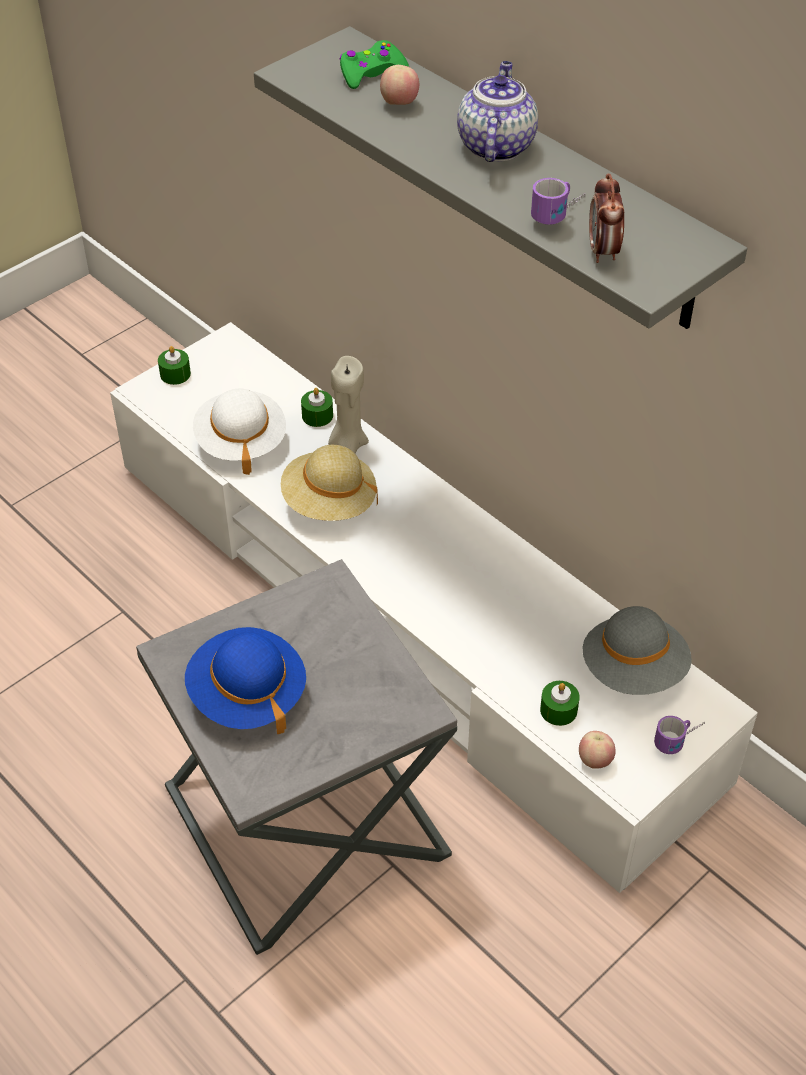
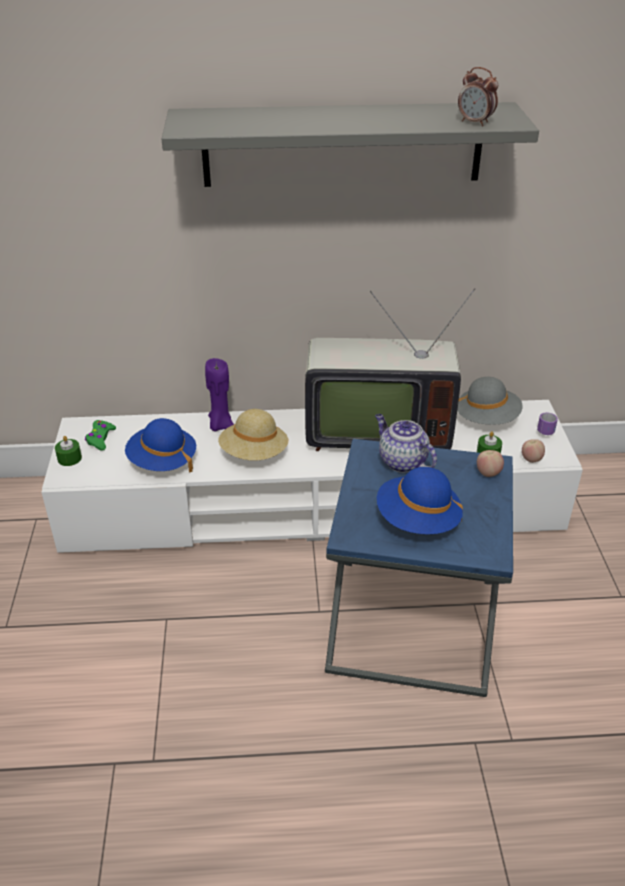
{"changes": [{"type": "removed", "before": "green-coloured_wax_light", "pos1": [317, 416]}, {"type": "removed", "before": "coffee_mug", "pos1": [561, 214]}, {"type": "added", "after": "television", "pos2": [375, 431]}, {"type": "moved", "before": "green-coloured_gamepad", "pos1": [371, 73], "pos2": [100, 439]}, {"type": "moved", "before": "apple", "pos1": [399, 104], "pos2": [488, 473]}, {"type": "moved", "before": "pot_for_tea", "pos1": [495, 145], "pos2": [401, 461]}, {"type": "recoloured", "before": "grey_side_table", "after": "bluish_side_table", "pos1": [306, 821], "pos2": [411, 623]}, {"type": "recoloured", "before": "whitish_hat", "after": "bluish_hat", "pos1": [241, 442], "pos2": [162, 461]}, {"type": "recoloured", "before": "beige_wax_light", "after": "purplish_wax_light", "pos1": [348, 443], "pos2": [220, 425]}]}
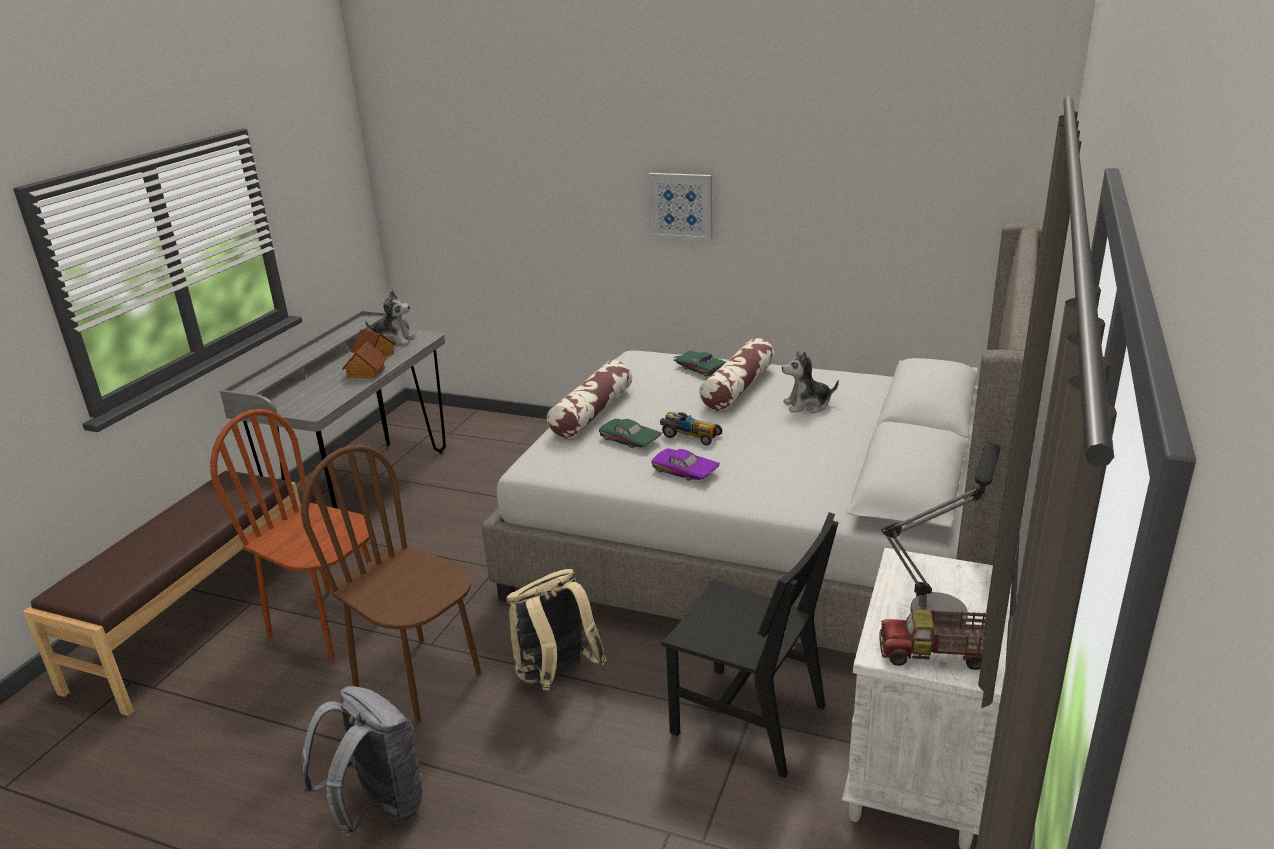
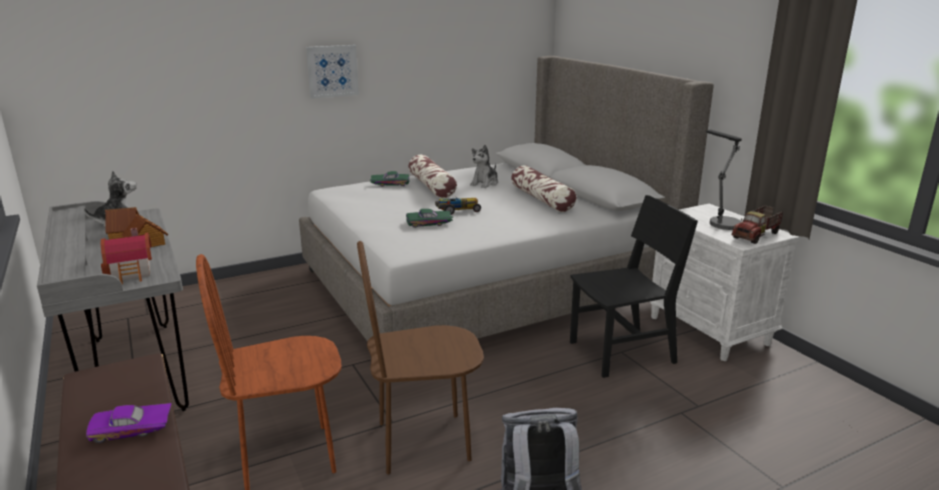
{"changes": [{"type": "removed", "before": "beige_rucksack", "pos1": [556, 677]}, {"type": "added", "after": "miniature_house", "pos2": [133, 273]}, {"type": "moved", "before": "throw_pillow", "pos1": [592, 413], "pos2": [542, 199]}, {"type": "moved", "before": "purplish_toy_car", "pos1": [684, 472], "pos2": [131, 430]}]}
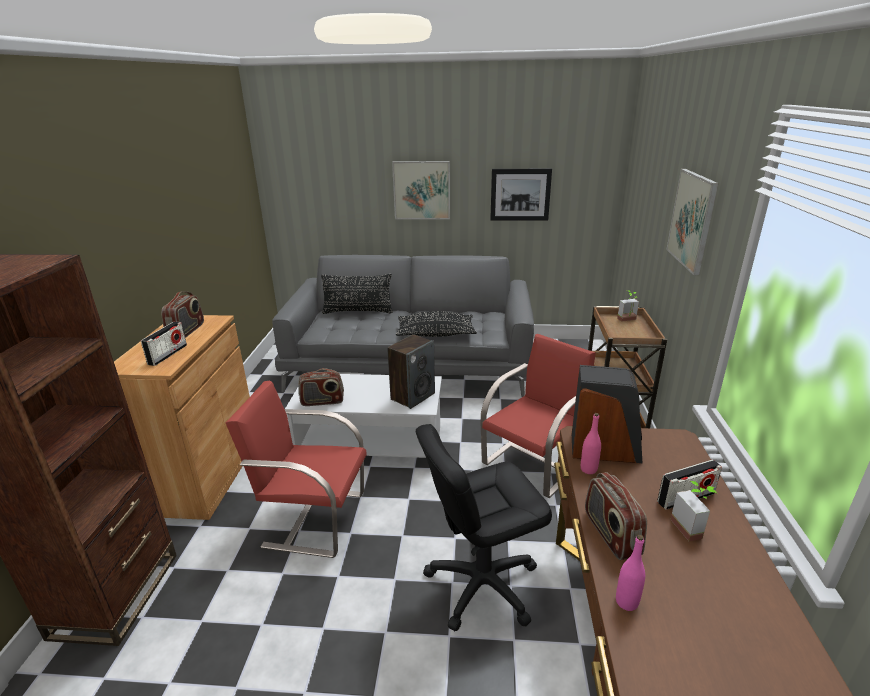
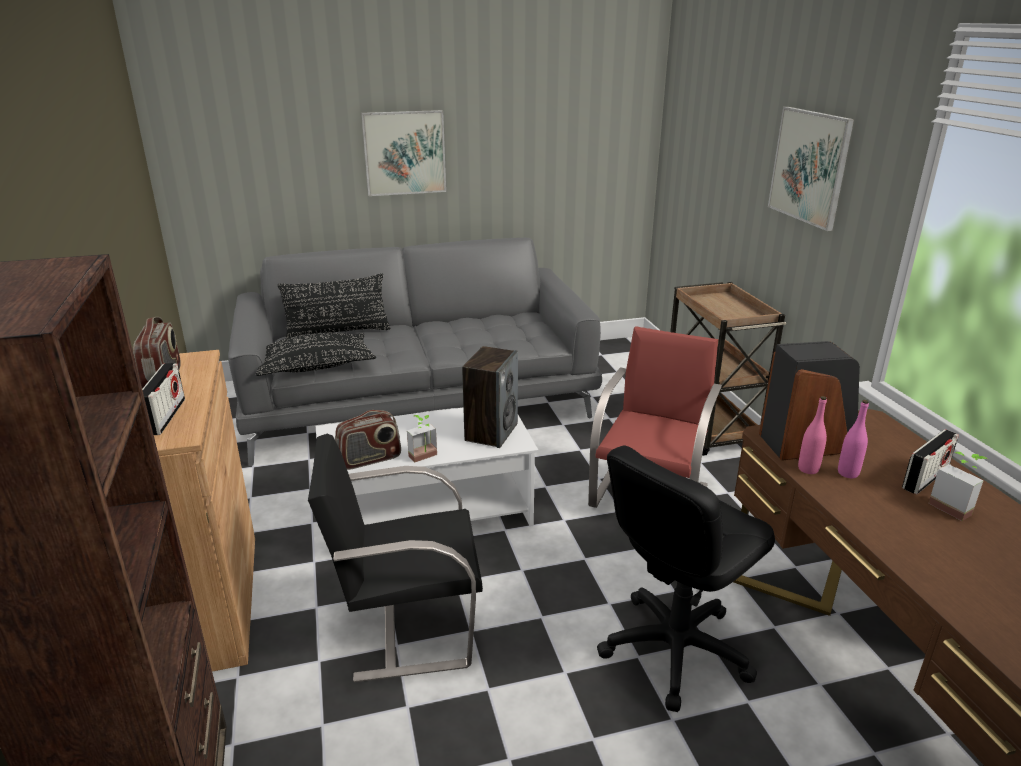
{"changes": [{"type": "removed", "before": "wall_picture", "pos1": [520, 194]}, {"type": "removed", "before": "radio", "pos1": [610, 534]}, {"type": "moved", "before": "black_throw_pillow", "pos1": [436, 334], "pos2": [315, 367]}, {"type": "moved", "before": "pinkish_drink_bottle", "pos1": [626, 602], "pos2": [848, 473]}, {"type": "moved", "before": "plant_in_a_pot", "pos1": [628, 320], "pos2": [425, 458]}, {"type": "recoloured", "before": "red_chair", "after": "black_chair", "pos1": [313, 518], "pos2": [407, 625]}]}
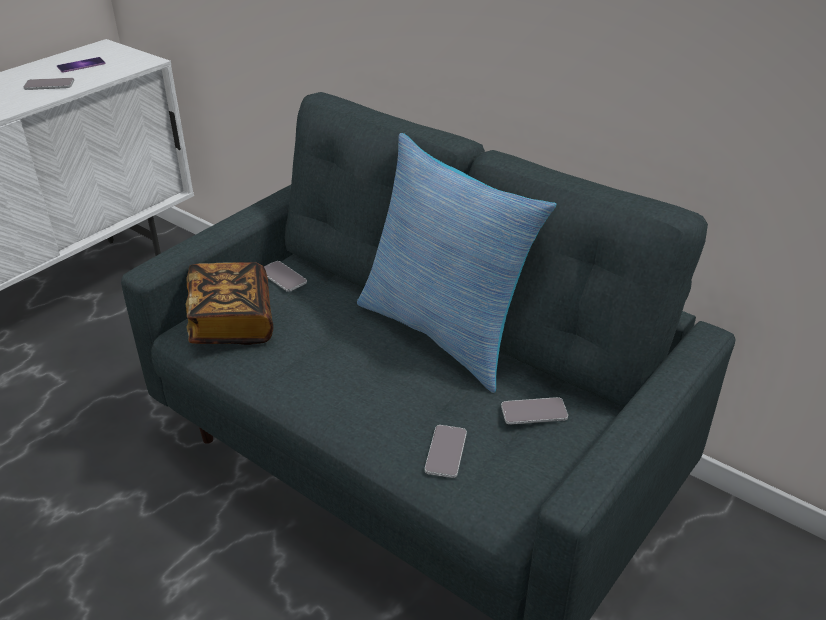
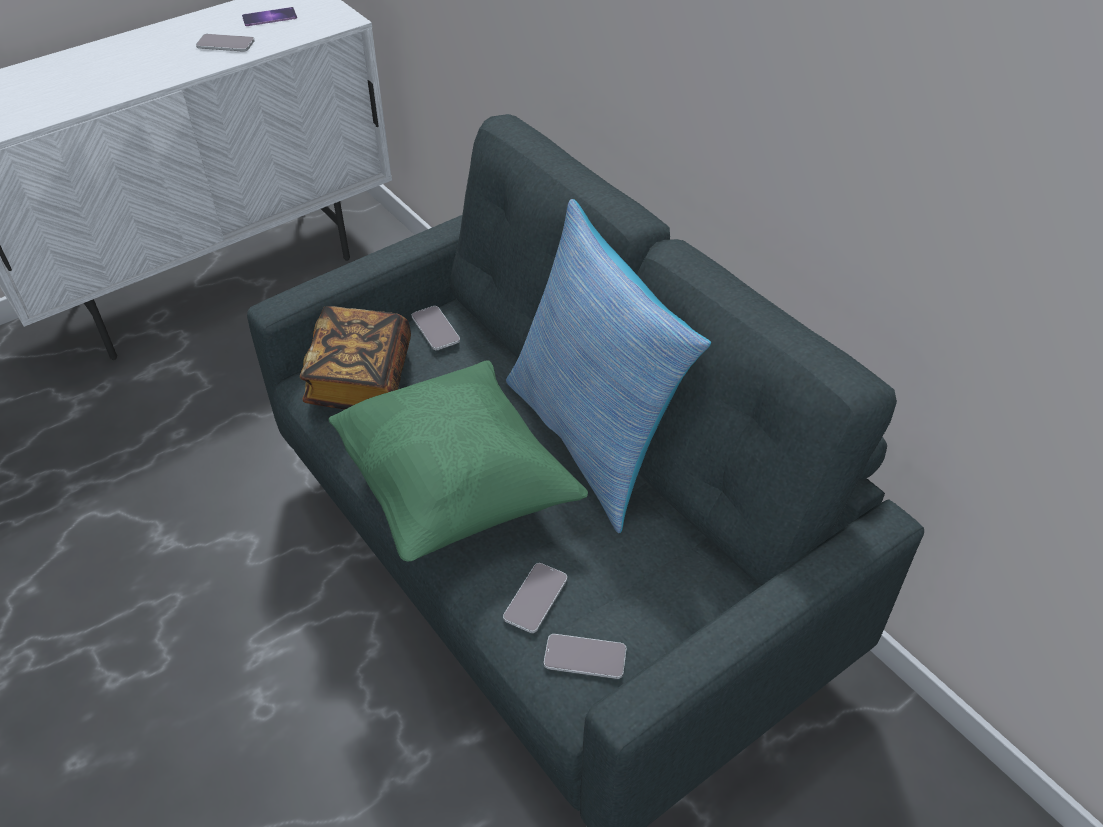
{"changes": [{"type": "added", "after": "green-coloured_throw_pillow", "pos2": [455, 491]}, {"type": "moved", "before": "phone", "pos1": [534, 412], "pos2": [585, 657]}]}
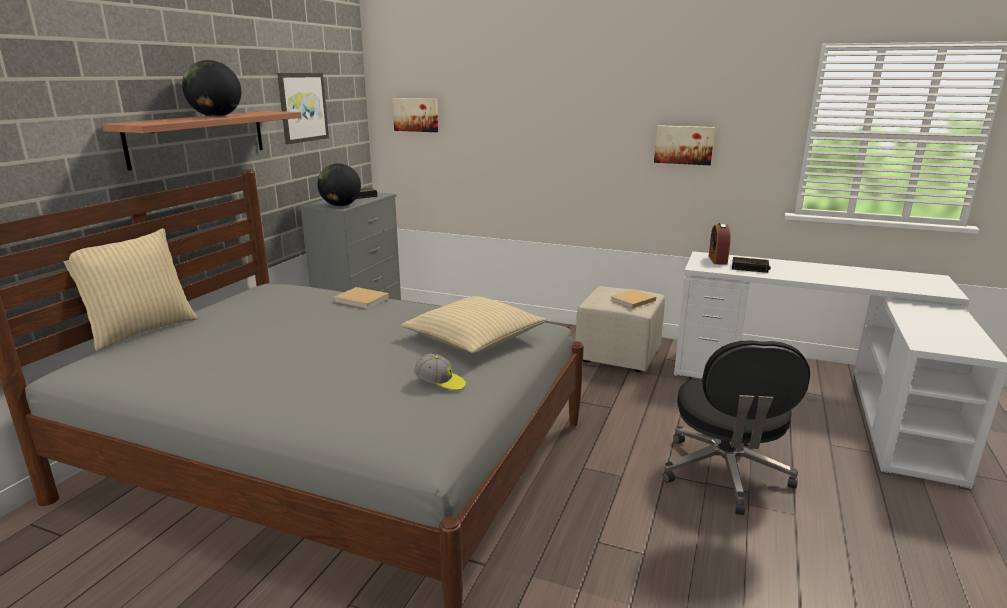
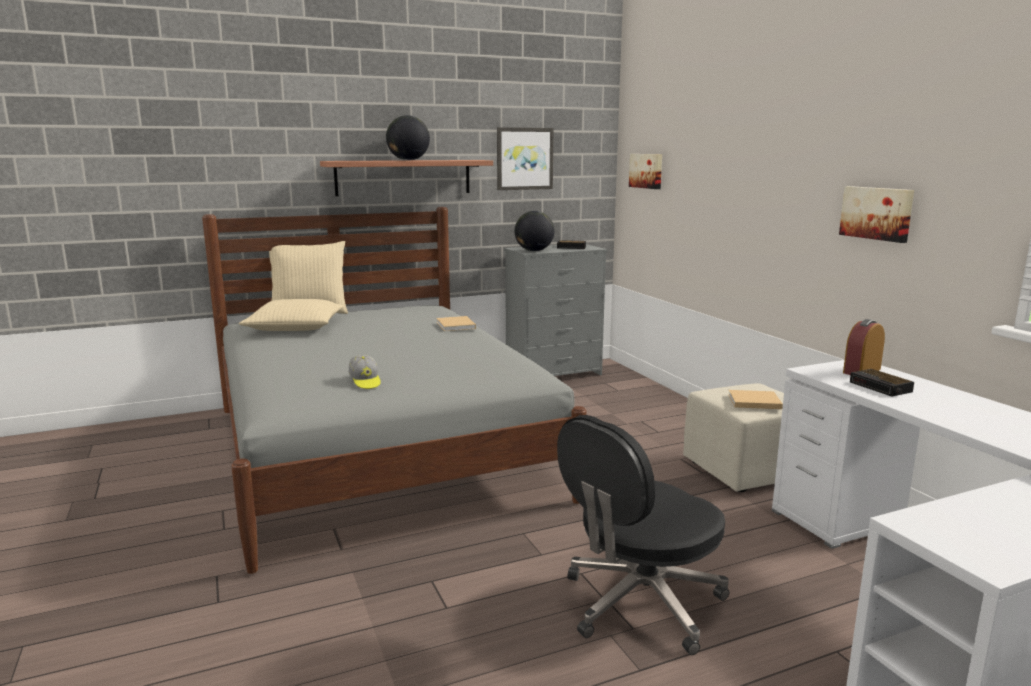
{"changes": [{"type": "moved", "before": "beige_throw_pillow", "pos1": [474, 338], "pos2": [295, 327]}]}
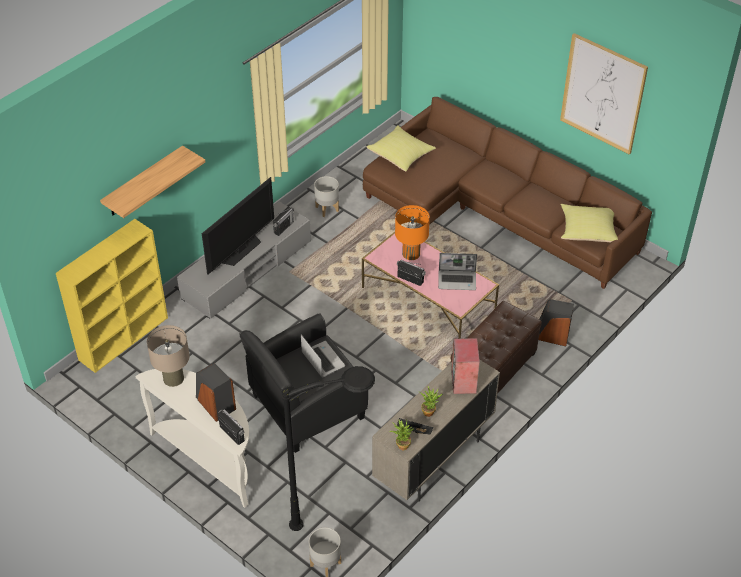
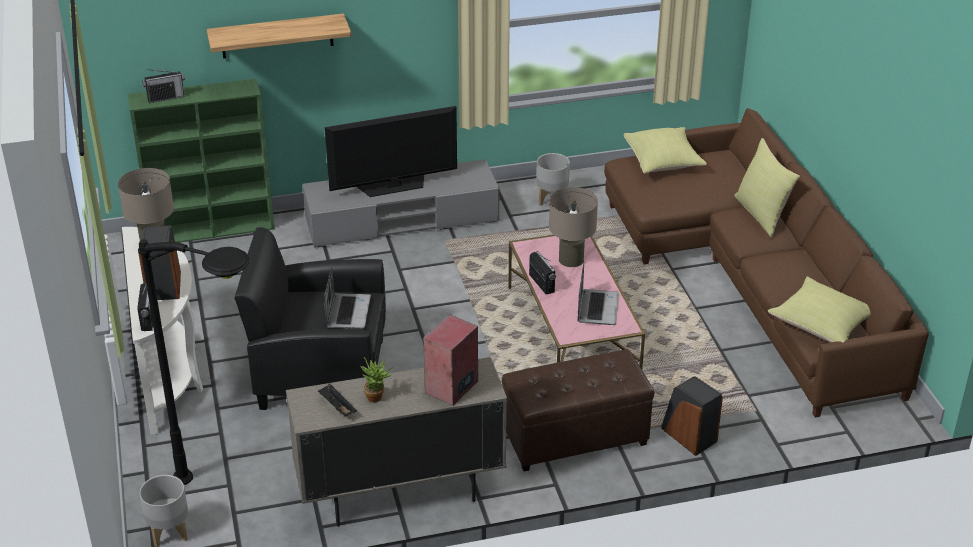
{"changes": [{"type": "removed", "before": "plant_in_a_pot", "pos1": [401, 444]}, {"type": "removed", "before": "wall_picture", "pos1": [603, 94]}, {"type": "added", "after": "yellow-coloured_throw_pillow", "pos2": [762, 214]}, {"type": "moved", "before": "radio", "pos1": [283, 227], "pos2": [166, 98]}, {"type": "recoloured", "before": "yellow-coloured_shelving_unit", "after": "green-coloured_shelving_unit", "pos1": [124, 338], "pos2": [213, 228]}, {"type": "recoloured", "before": "orange_table_lamp", "after": "beige_table_lamp", "pos1": [411, 254], "pos2": [571, 260]}, {"type": "turned", "before": "portable_computer", "pos1": [457, 280], "pos2": [597, 308], "turn": -120}]}
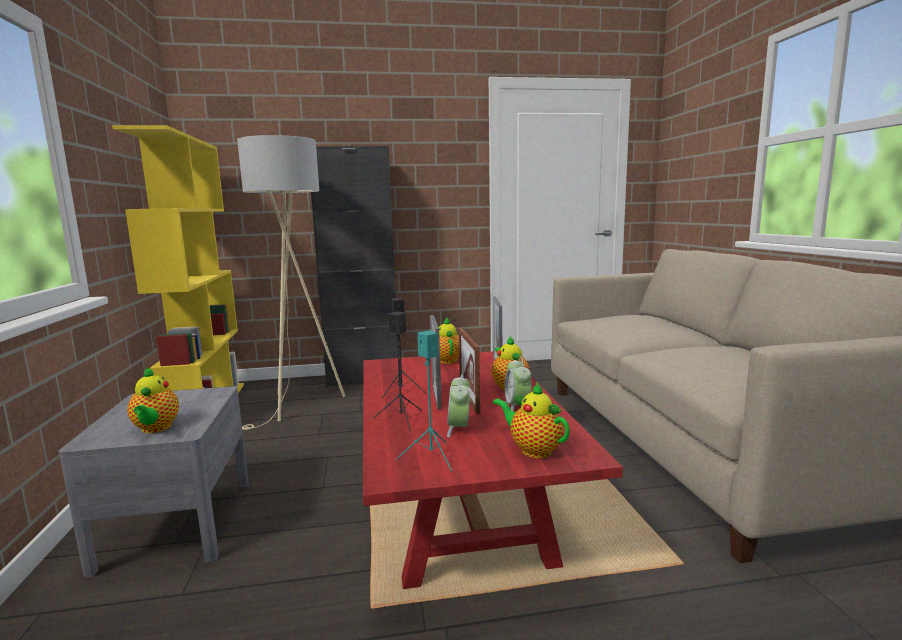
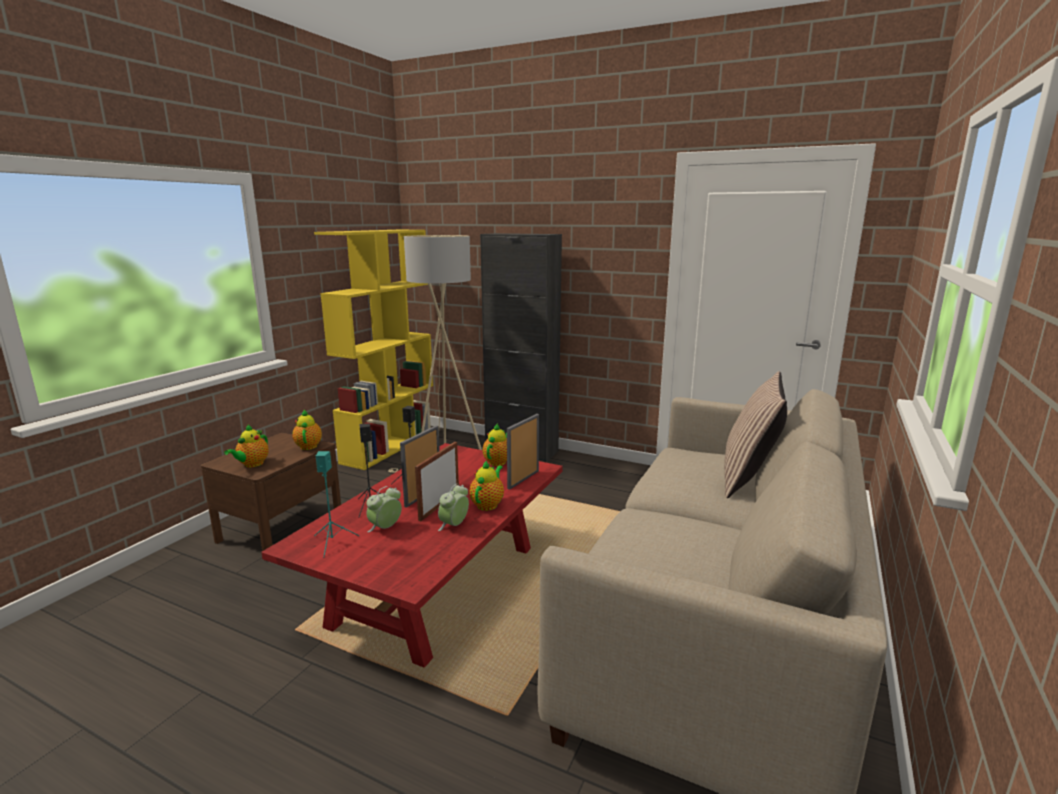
{"changes": [{"type": "added", "after": "throw_pillow", "pos2": [748, 478]}, {"type": "moved", "before": "pot_for_tea", "pos1": [533, 449], "pos2": [309, 446]}, {"type": "recoloured", "before": "grey_nightstand", "after": "brown_nightstand", "pos1": [177, 523], "pos2": [281, 528]}]}
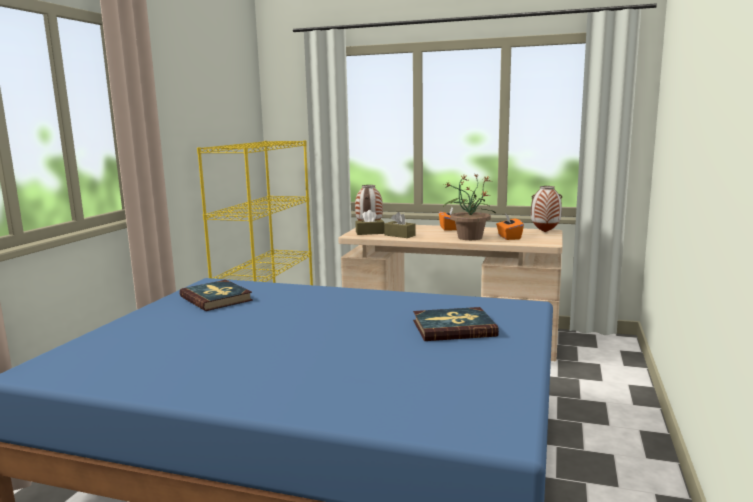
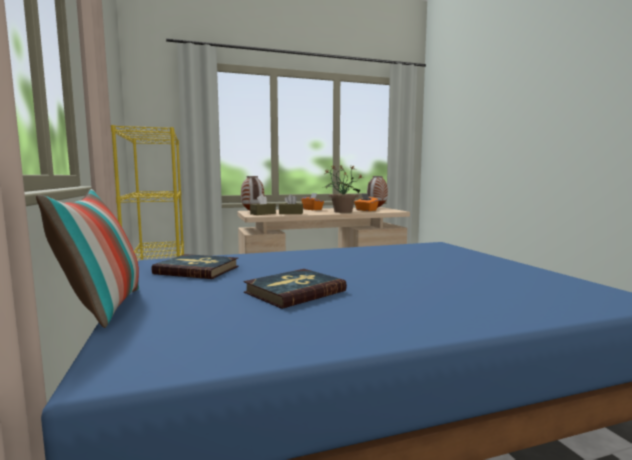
{"changes": [{"type": "added", "after": "throw_pillow", "pos2": [102, 308]}, {"type": "moved", "before": "book", "pos1": [453, 328], "pos2": [294, 292]}]}
